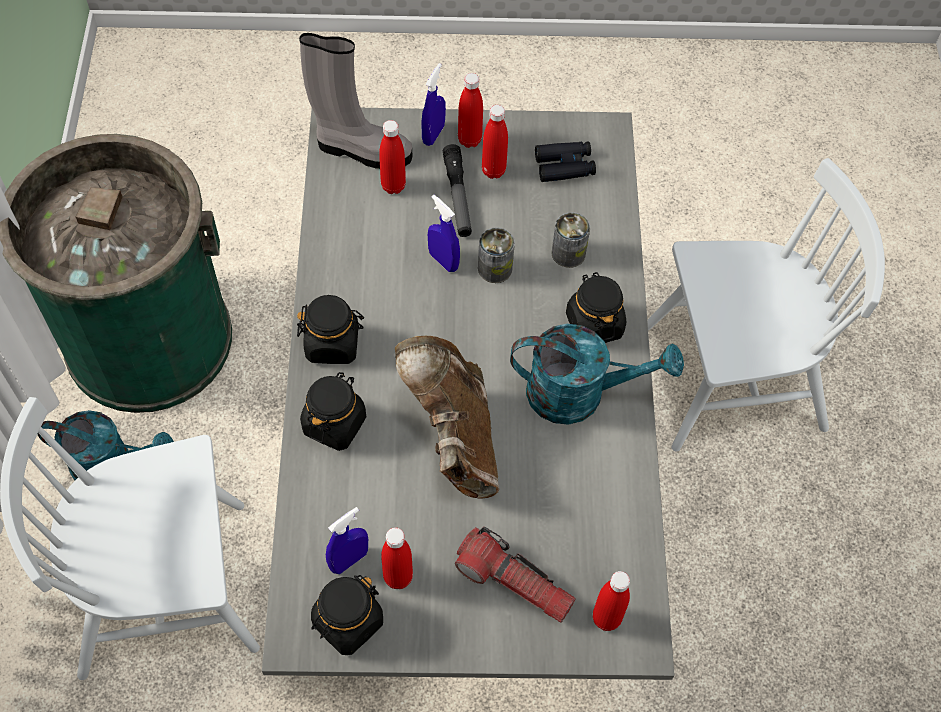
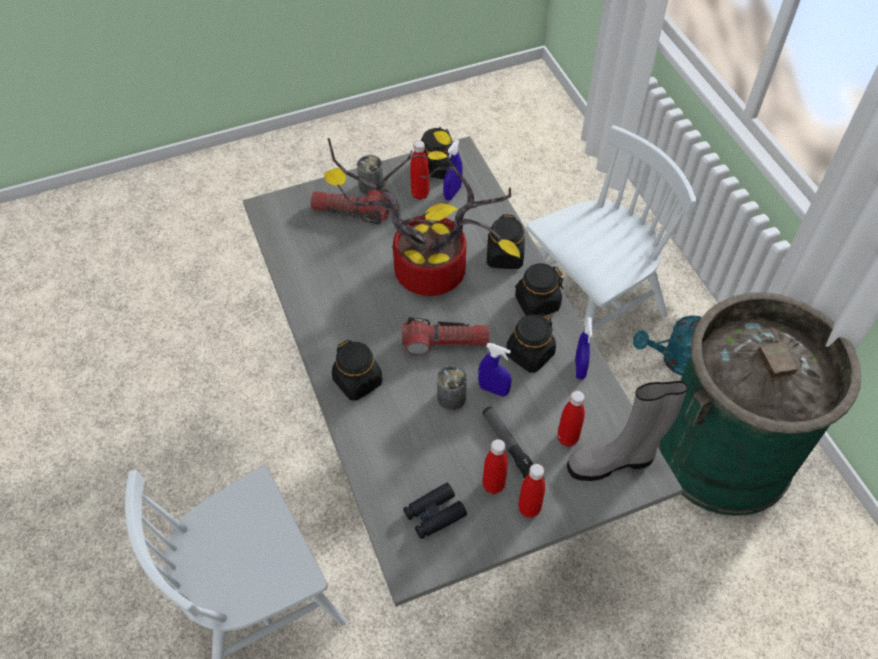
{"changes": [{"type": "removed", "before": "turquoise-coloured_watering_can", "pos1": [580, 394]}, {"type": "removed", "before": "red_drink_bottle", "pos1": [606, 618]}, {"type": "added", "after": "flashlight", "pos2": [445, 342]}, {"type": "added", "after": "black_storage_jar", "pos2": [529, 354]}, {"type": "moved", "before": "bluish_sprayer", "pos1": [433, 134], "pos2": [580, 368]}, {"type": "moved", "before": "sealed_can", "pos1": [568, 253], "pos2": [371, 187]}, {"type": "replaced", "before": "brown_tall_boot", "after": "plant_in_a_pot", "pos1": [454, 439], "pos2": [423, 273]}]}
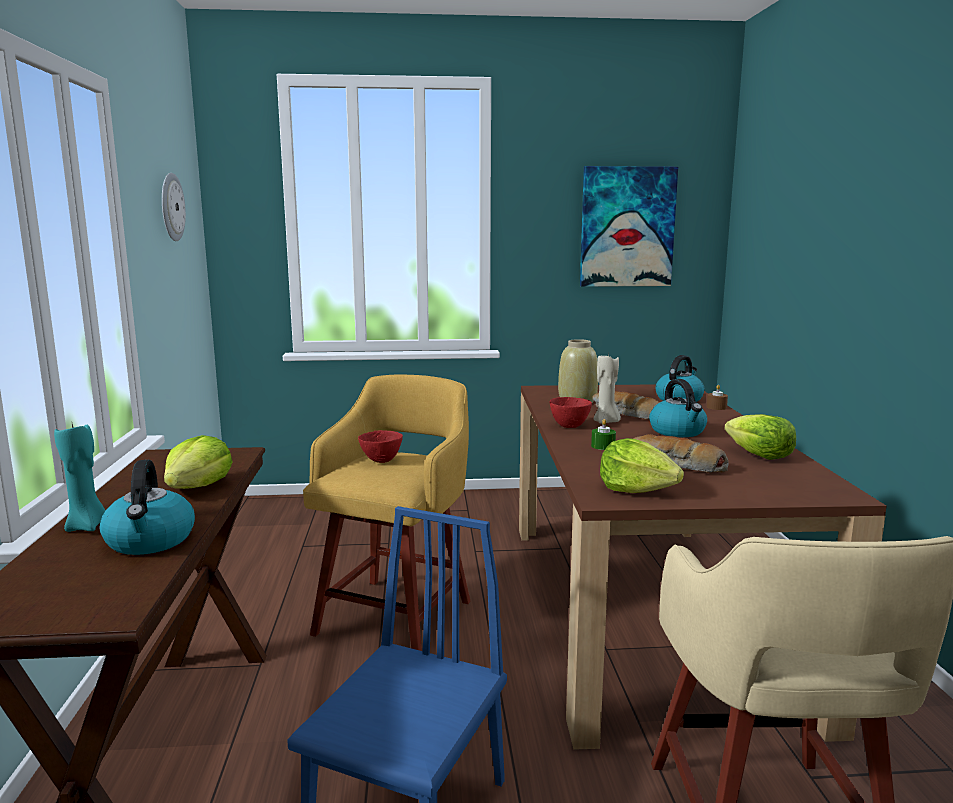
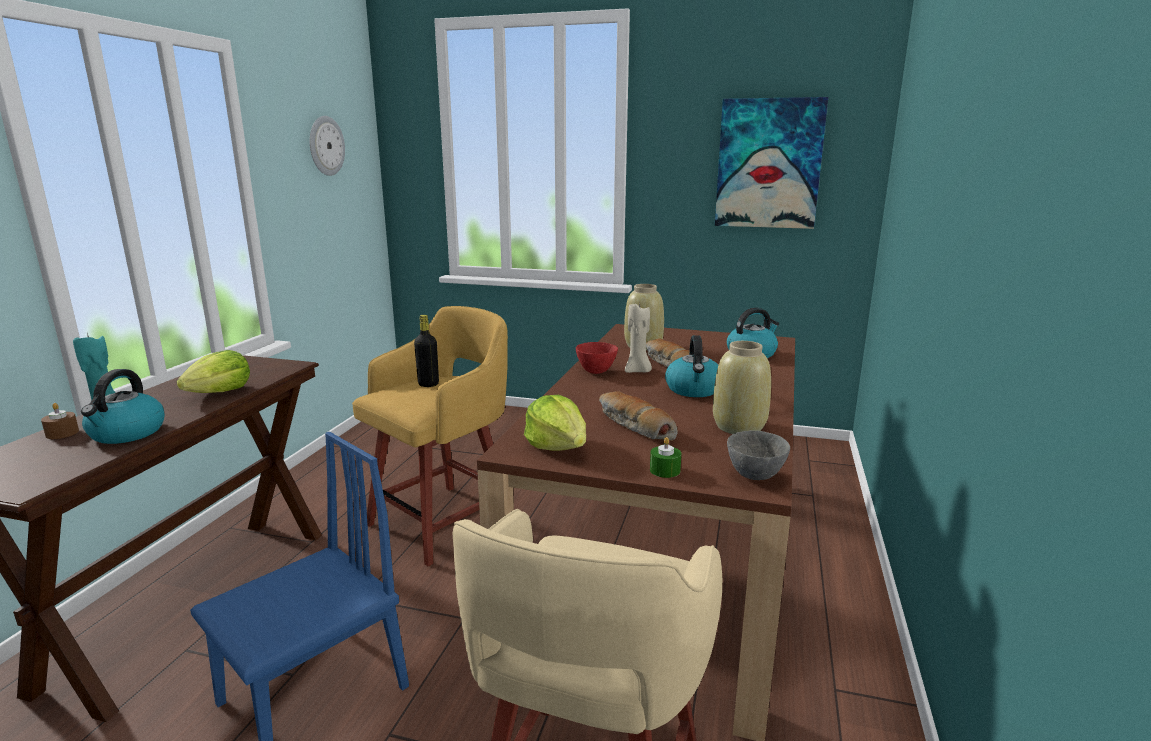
{"changes": [{"type": "added", "after": "grey_bowl", "pos2": [756, 476]}, {"type": "moved", "before": "green-coloured_wax_light", "pos1": [603, 446], "pos2": [665, 470]}, {"type": "moved", "before": "brown_wax_light", "pos1": [716, 407], "pos2": [62, 433]}, {"type": "replaced", "before": "red_bowl", "after": "black_drink_bottle", "pos1": [381, 461], "pos2": [428, 384]}, {"type": "replaced", "before": "head_of_lettuce", "after": "beige_decorative_vase", "pos1": [759, 455], "pos2": [738, 427]}]}
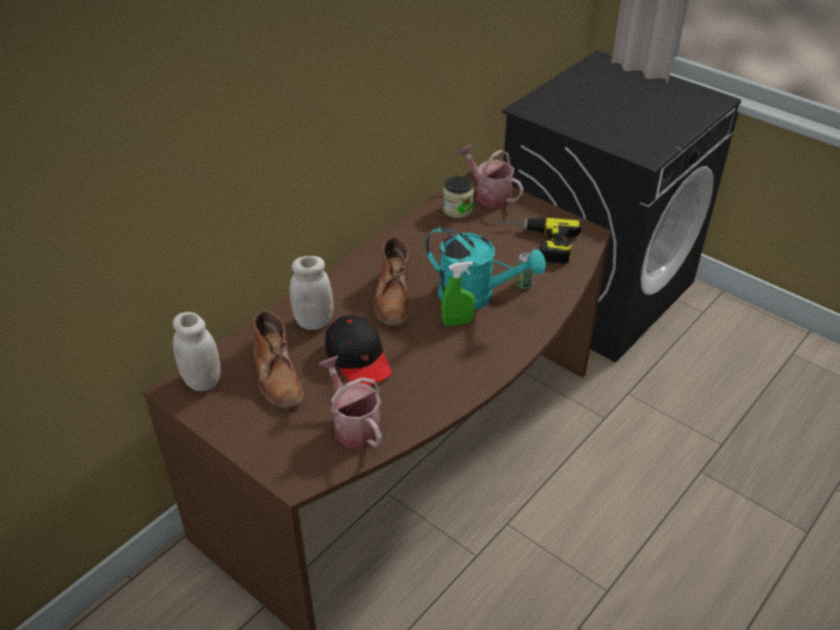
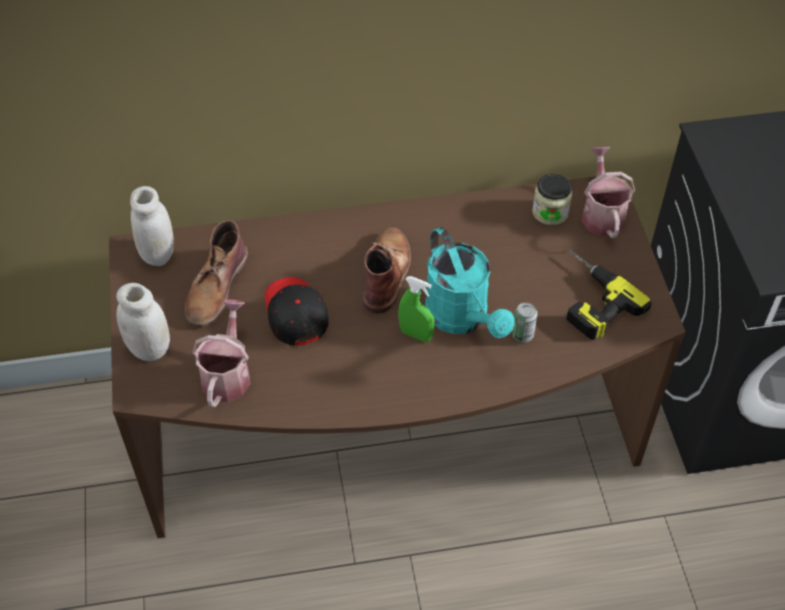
{"changes": [{"type": "moved", "before": "whitish_storage_jar", "pos1": [314, 322], "pos2": [149, 349]}, {"type": "turned", "before": "black_cap", "pos1": [358, 358], "pos2": [295, 314], "turn": 150}, {"type": "turned", "before": "brown_tall_boot", "pos1": [393, 297], "pos2": [386, 272], "turn": 150}]}
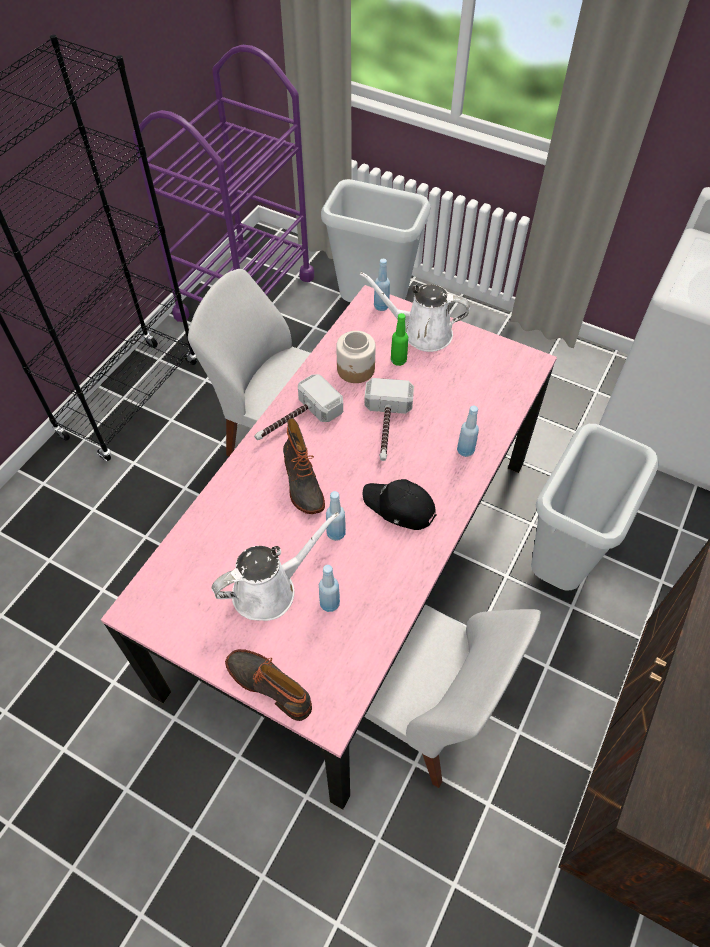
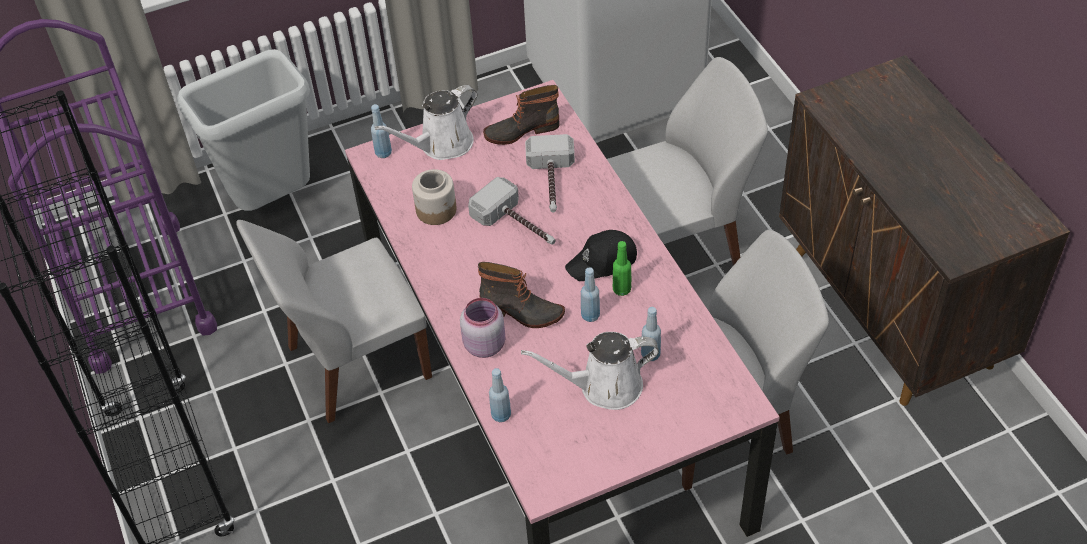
{"changes": [{"type": "added", "after": "pinkish_storage_jar", "pos2": [484, 344]}, {"type": "moved", "before": "tall_boot", "pos1": [270, 685], "pos2": [521, 130]}, {"type": "moved", "before": "hand_hammer", "pos1": [295, 421], "pos2": [551, 183]}, {"type": "moved", "before": "green-coloured_drink_bottle", "pos1": [398, 360], "pos2": [621, 289]}, {"type": "moved", "before": "bluish_drink_bottle", "pos1": [465, 450], "pos2": [501, 415]}, {"type": "replaced", "before": "grey_trash_can", "after": "whitish_chair", "pos1": [561, 566], "pos2": [676, 247]}, {"type": "turned", "before": "whitish_watering_can", "pos1": [270, 589], "pos2": [604, 386], "turn": -105}]}
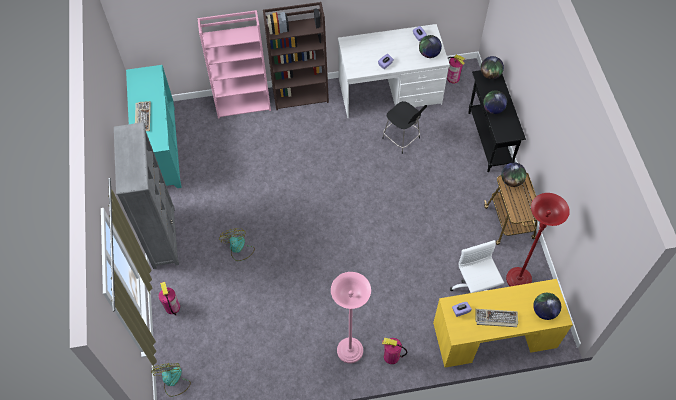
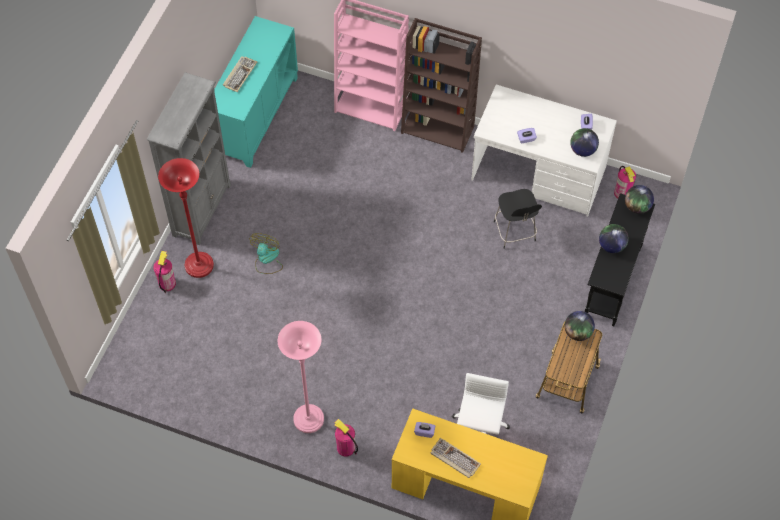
{"changes": [{"type": "removed", "before": "electric_fan", "pos1": [173, 381]}, {"type": "removed", "before": "world_globe", "pos1": [544, 311]}, {"type": "moved", "before": "red_floor_lamp", "pos1": [518, 279], "pos2": [199, 266]}]}
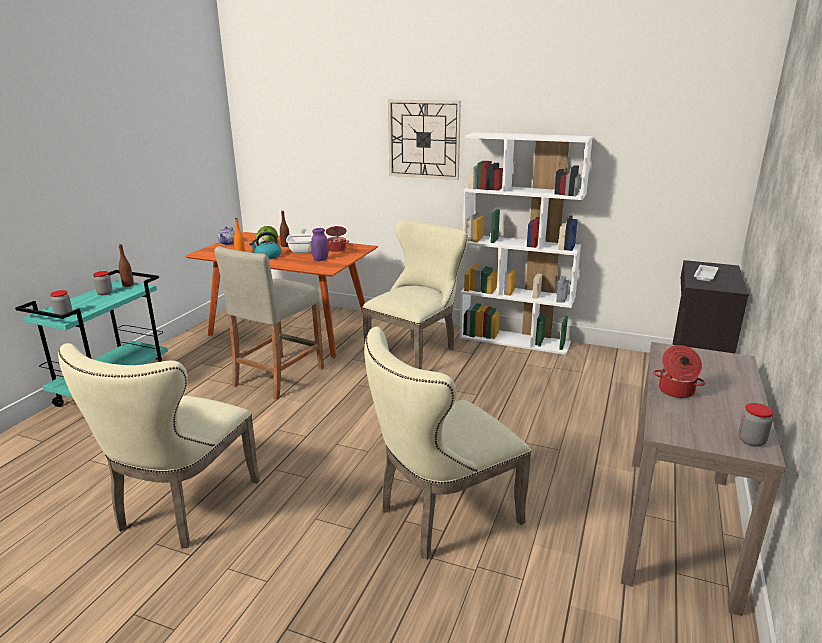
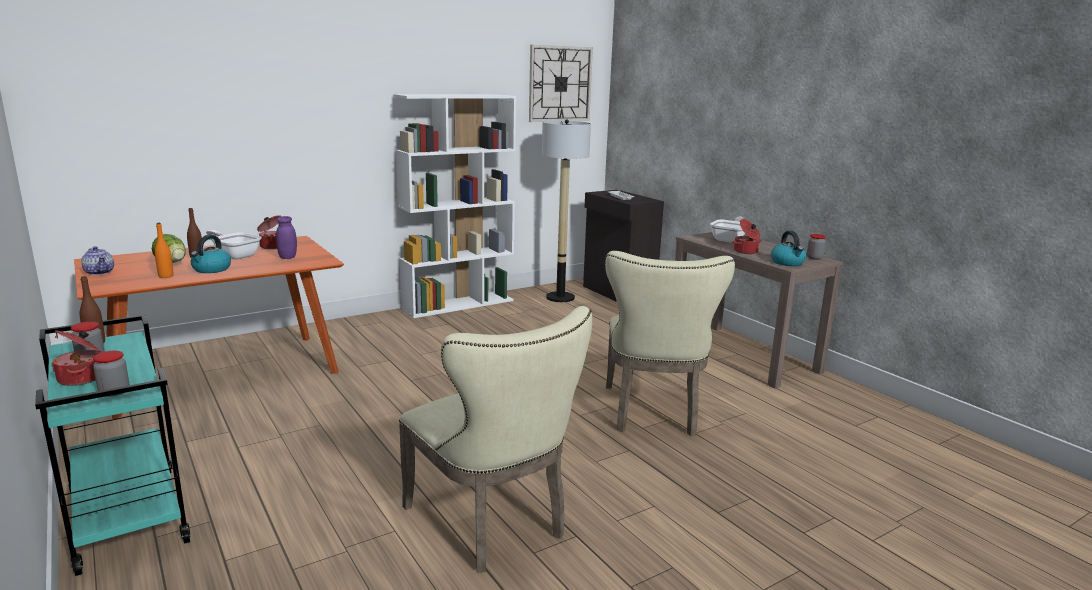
{"changes": [{"type": "removed", "before": "beige_sitting_stool", "pos1": [278, 376]}, {"type": "removed", "before": "beige_chair", "pos1": [416, 352]}, {"type": "added", "after": "stockpot", "pos2": [82, 378]}, {"type": "added", "after": "floor_lamp", "pos2": [560, 297]}, {"type": "added", "after": "pan", "pos2": [729, 239]}, {"type": "added", "after": "water_kettle", "pos2": [788, 263]}, {"type": "moved", "before": "clock_on_the_wall", "pos1": [424, 139], "pos2": [560, 84]}]}
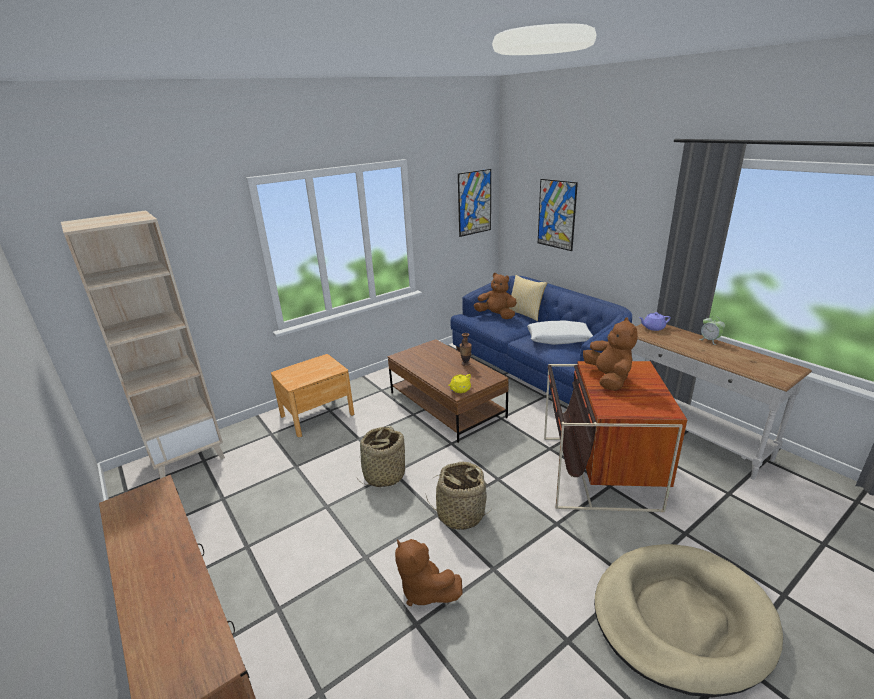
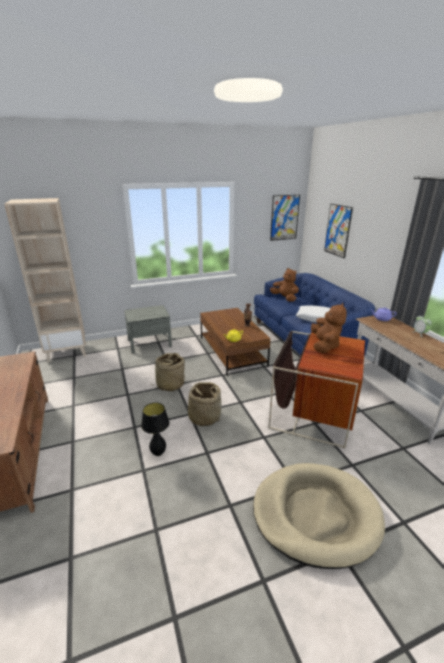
{"changes": [{"type": "removed", "before": "throw_pillow", "pos1": [525, 314]}, {"type": "replaced", "before": "brown_cuddly_toy", "after": "black_table_lamp", "pos1": [424, 590], "pos2": [158, 453]}, {"type": "recoloured", "before": "brown_nightstand", "after": "grey_nightstand", "pos1": [317, 415], "pos2": [149, 343]}]}
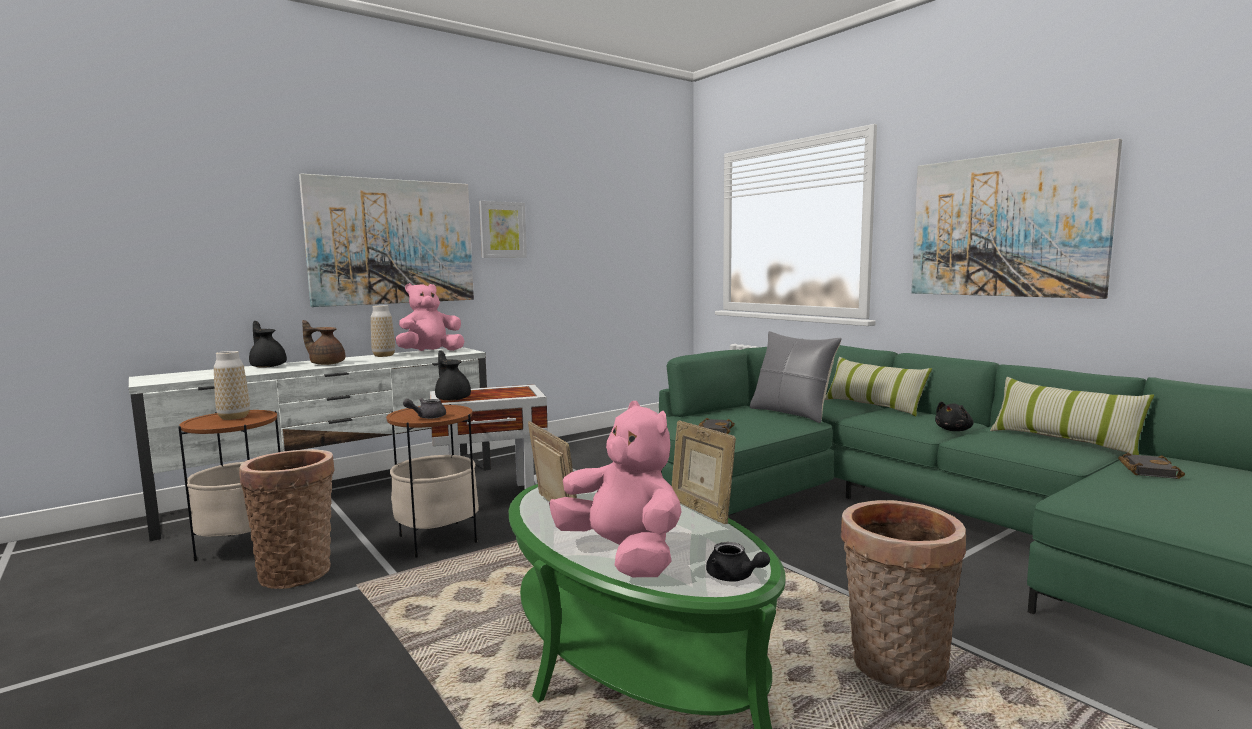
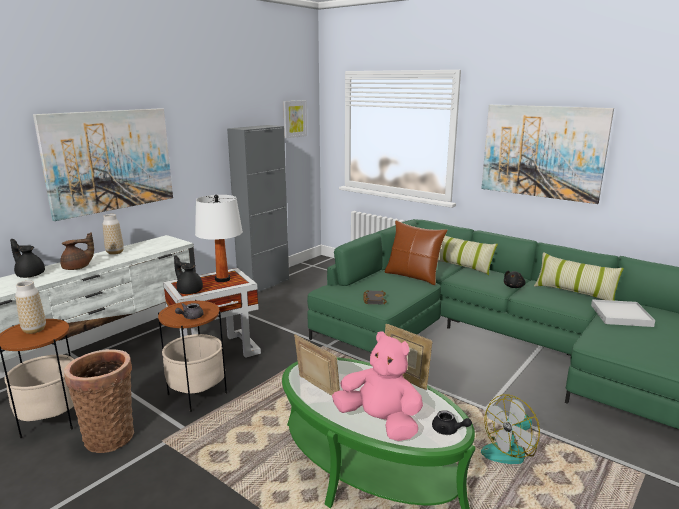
{"changes": [{"type": "removed", "before": "pinkish_cuddly_toy", "pos1": [430, 352]}, {"type": "added", "after": "whitish_table_lamp", "pos2": [222, 279]}, {"type": "added", "after": "grey_cabinet", "pos2": [264, 284]}, {"type": "moved", "before": "wall_picture", "pos1": [502, 230], "pos2": [294, 119]}, {"type": "replaced", "before": "household_basket", "after": "electric_fan", "pos1": [895, 668], "pos2": [510, 450]}, {"type": "replaced", "before": "black_book", "after": "whitish_serving_tray", "pos1": [1146, 470], "pos2": [620, 315]}, {"type": "recoloured", "before": "grey_throw_pillow", "after": "brown_throw_pillow", "pos1": [791, 413], "pos2": [413, 276]}, {"type": "turned", "before": "brown_pot_for_tea", "pos1": [326, 363], "pos2": [78, 268], "turn": 150}]}
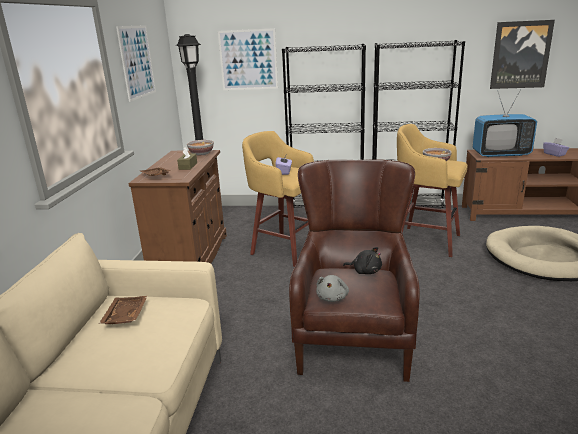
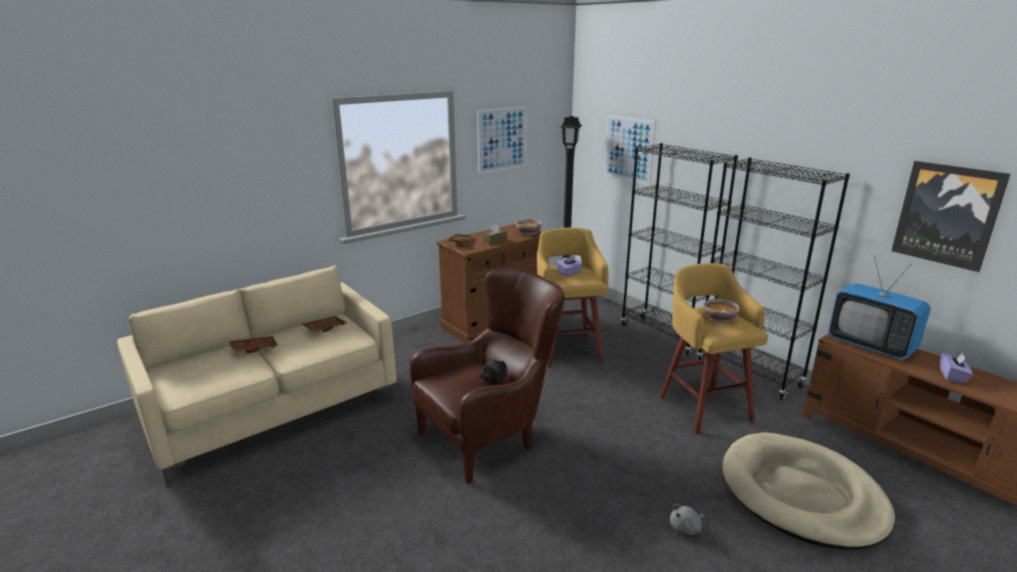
{"changes": [{"type": "added", "after": "brown_serving_tray", "pos2": [254, 348]}, {"type": "moved", "before": "grey_cuddly_toy", "pos1": [332, 297], "pos2": [686, 528]}]}
